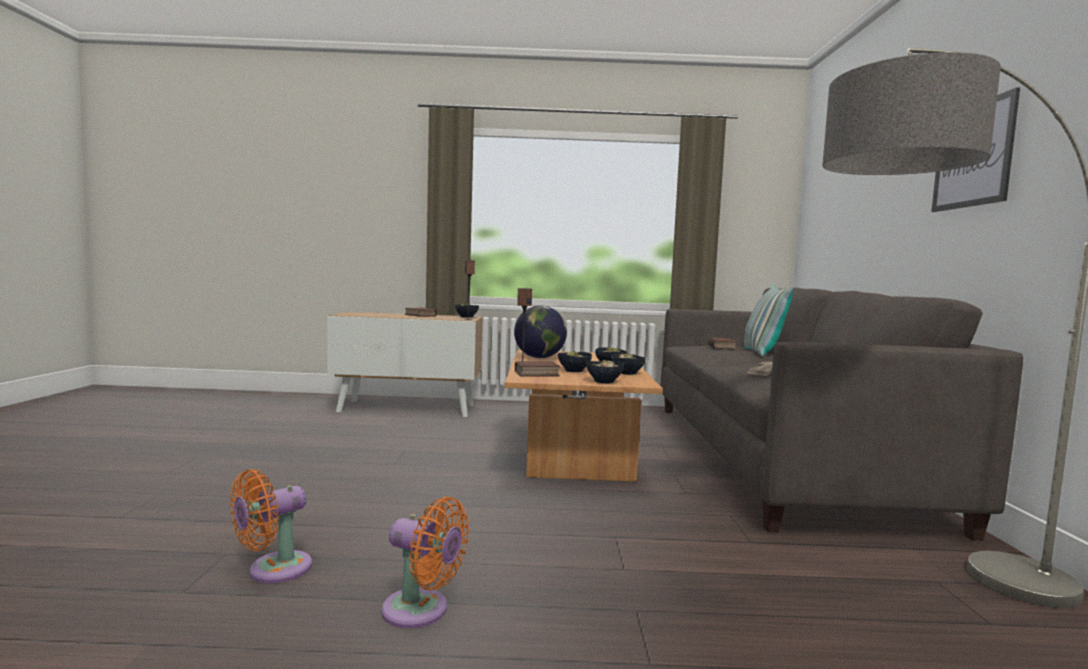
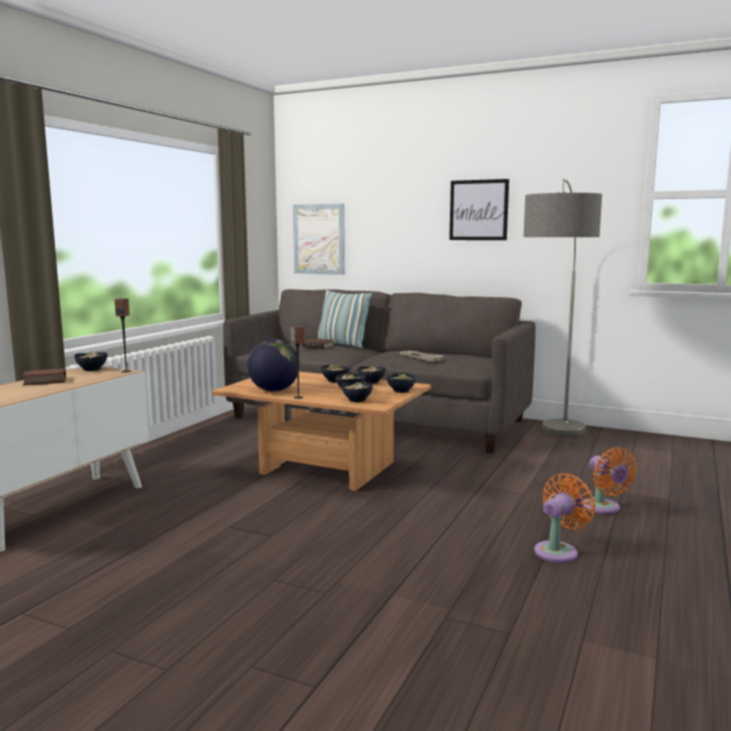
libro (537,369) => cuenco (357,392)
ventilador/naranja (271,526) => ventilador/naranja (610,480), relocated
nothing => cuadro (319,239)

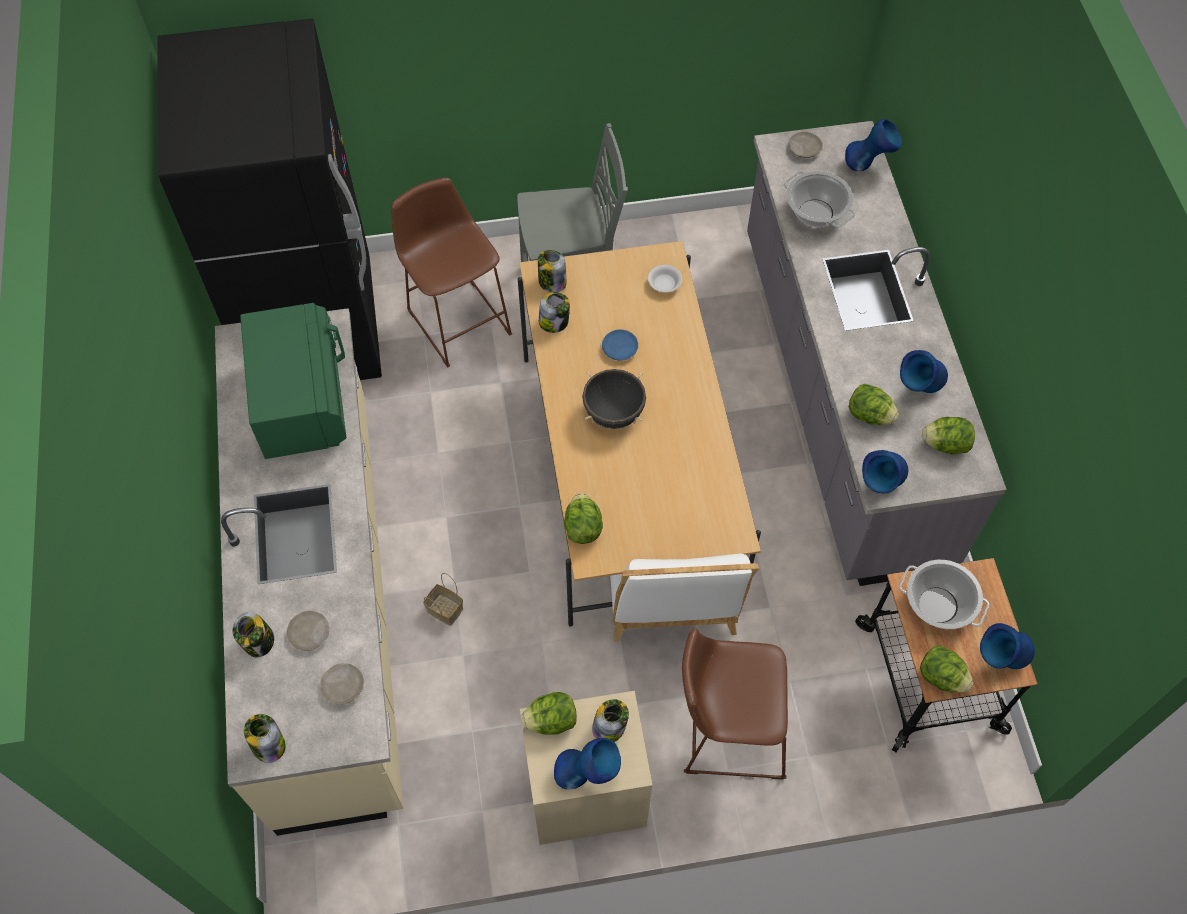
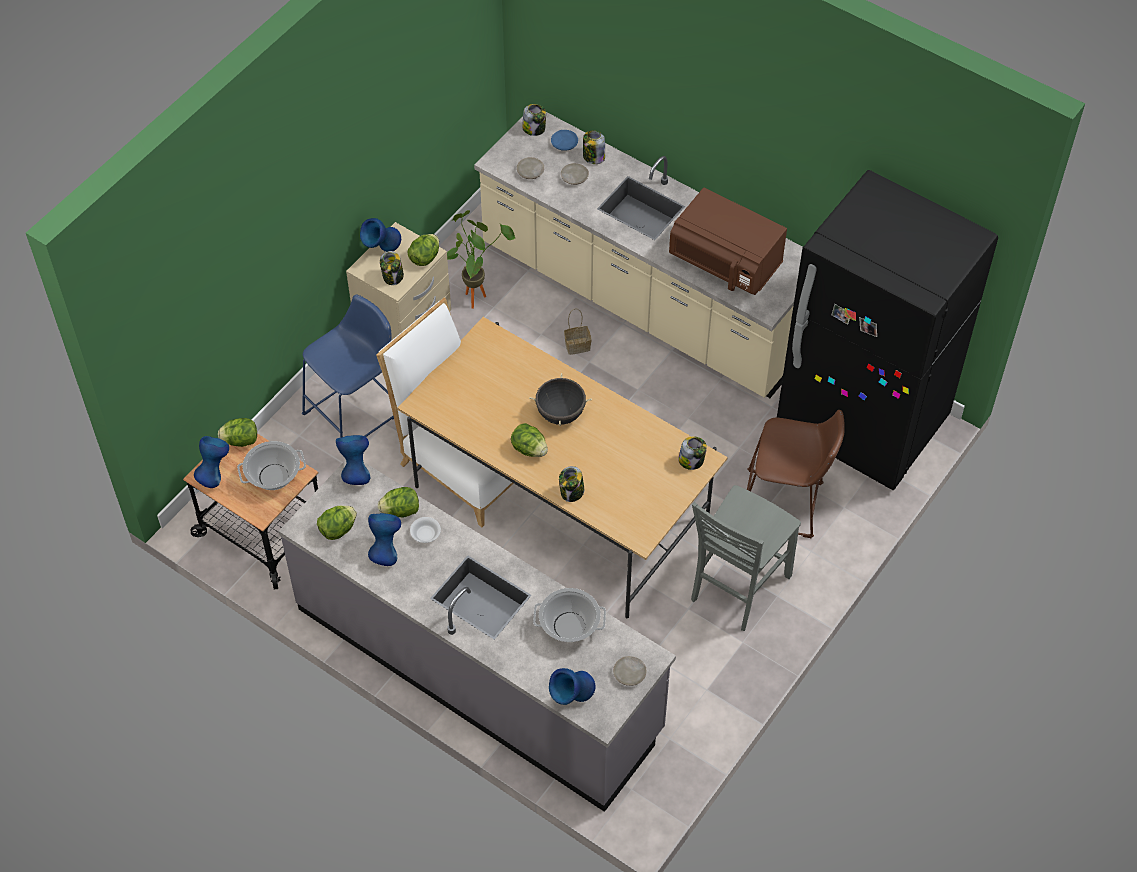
cuenco/blanco (665,278) => cuenco/blanco (425,530), relocated
tarro (554,312) => tarro (571,484), relocated
microondas/verde (293,381) => microondas/marrón (728,241)
plato/azul (620,344) => plato/azul (564,140), relocated
lechuga (583,518) => lechuga (529,440), relocated
taburete/marrón (735,704) => taburete/azul (347,366)
nothing => planta en maceta (481,259)

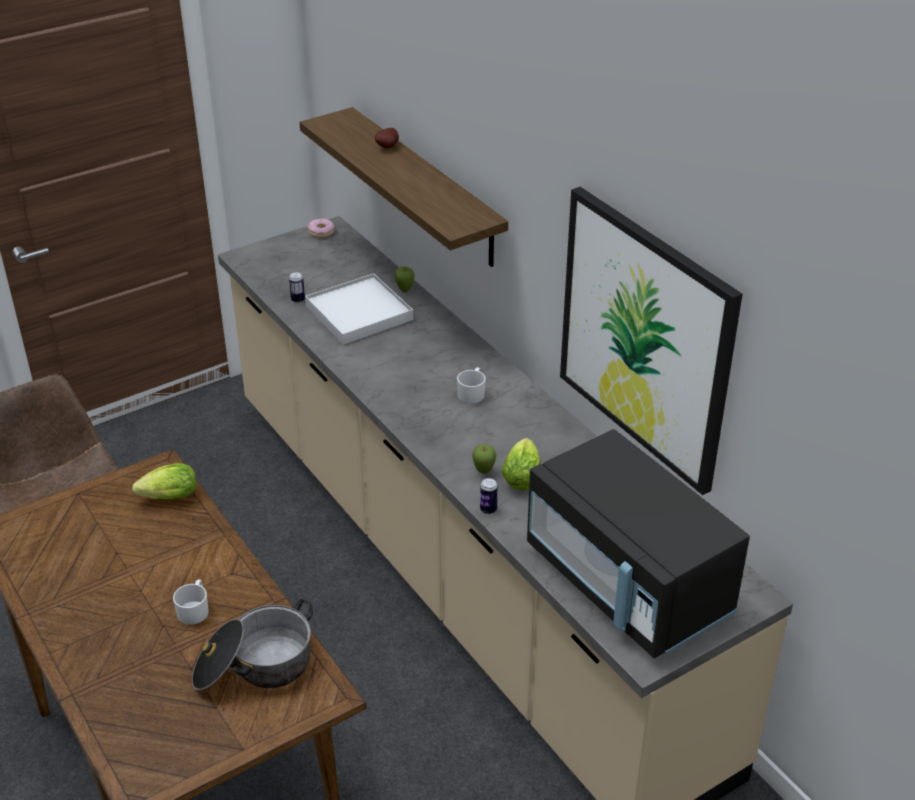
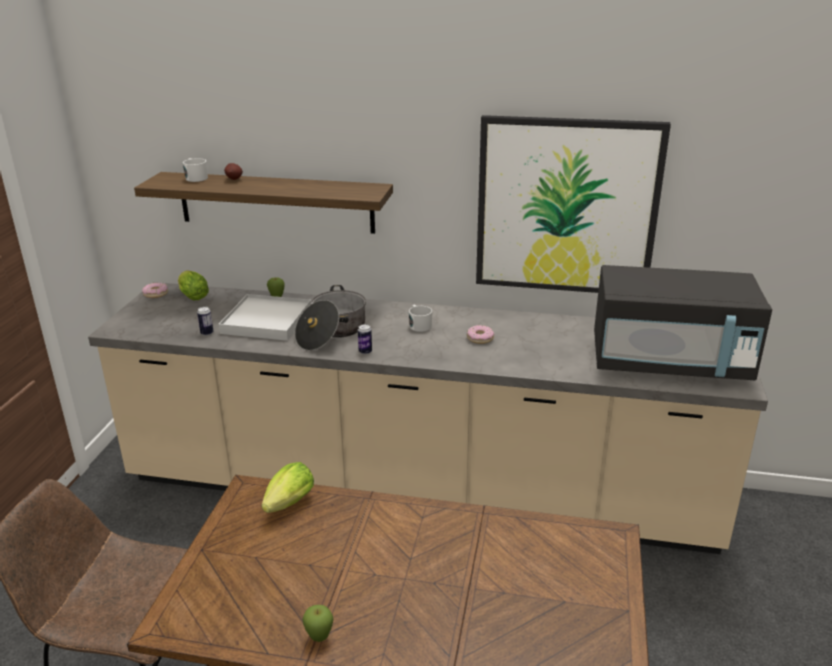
lechuga (521,464) => lechuga (193,285), relocated
manzana (484,459) => manzana (317,623), relocated
lata (489,496) => lata (365,339), relocated
taza grande/blanco (191,602) => taza grande/blanco (195,170), relocated
olla (252,644) => olla (330,318), relocated
nothing => rosquilla (480,334)

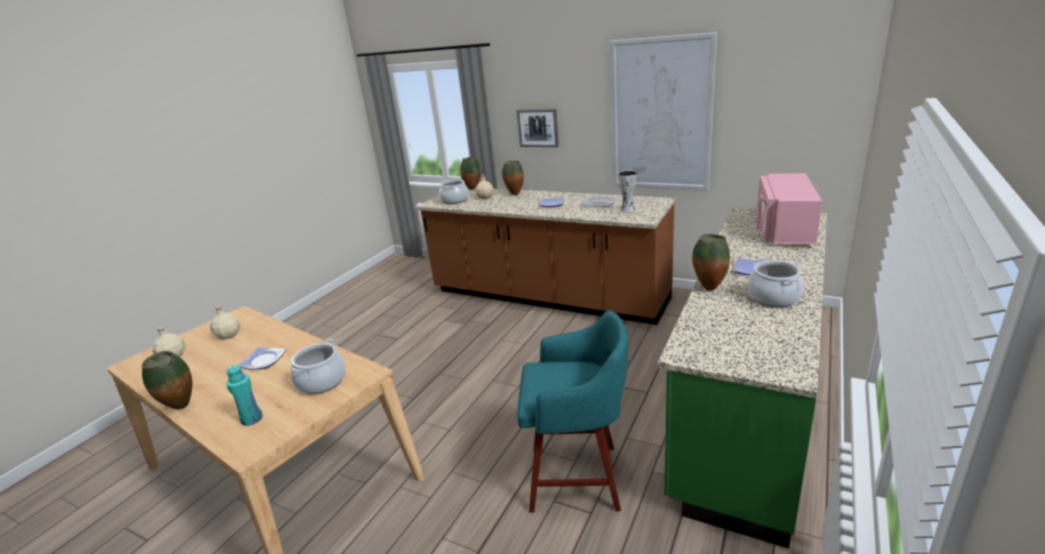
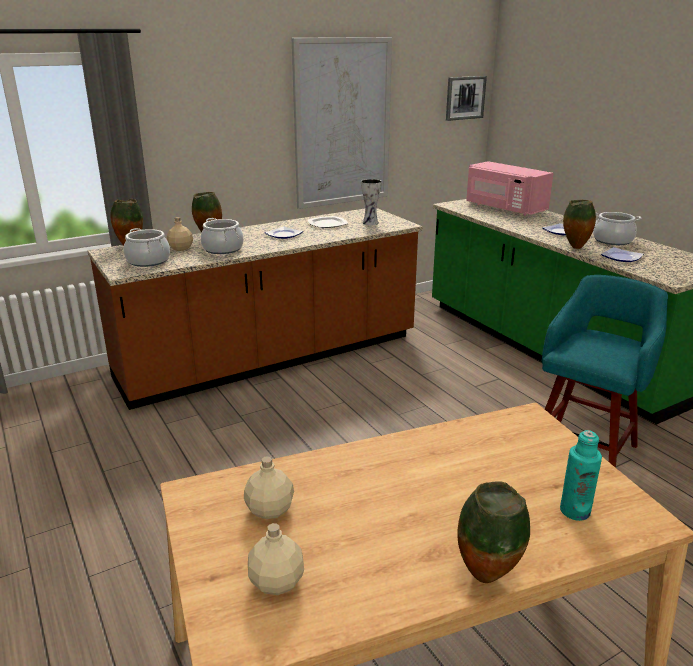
cuadro (538,128) => cuadro (466,98), relocated
olla (318,366) => olla (222,236), relocated
plato (262,358) => plato (622,254), relocated

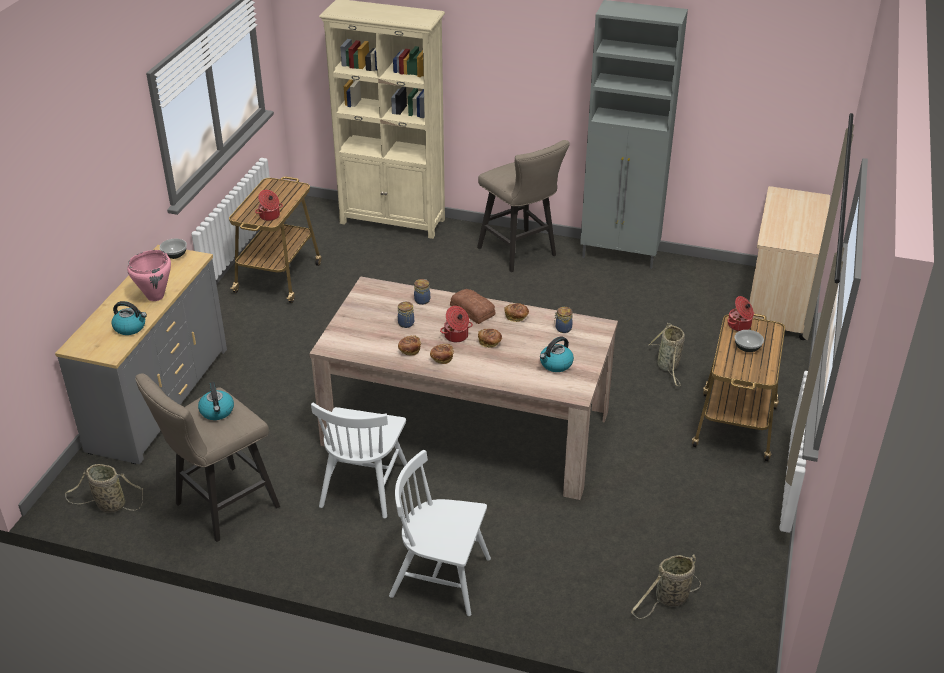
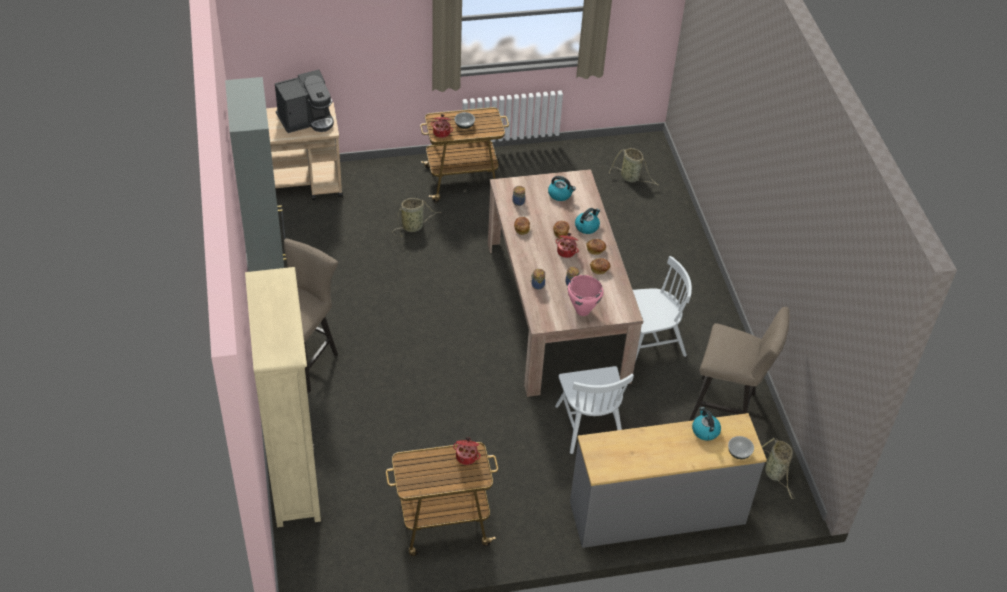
cuenco (173,249) => cuenco (741,447), relocated
olla/rosa (149,275) => olla/rosa (585,295), relocated
pan (473,306) => nothing
hervidor (216,401) => hervidor (587,221), relocated
silla/blanco (440,533) => silla/blanco (594,410), relocated
nothing => cafetera (304,101)

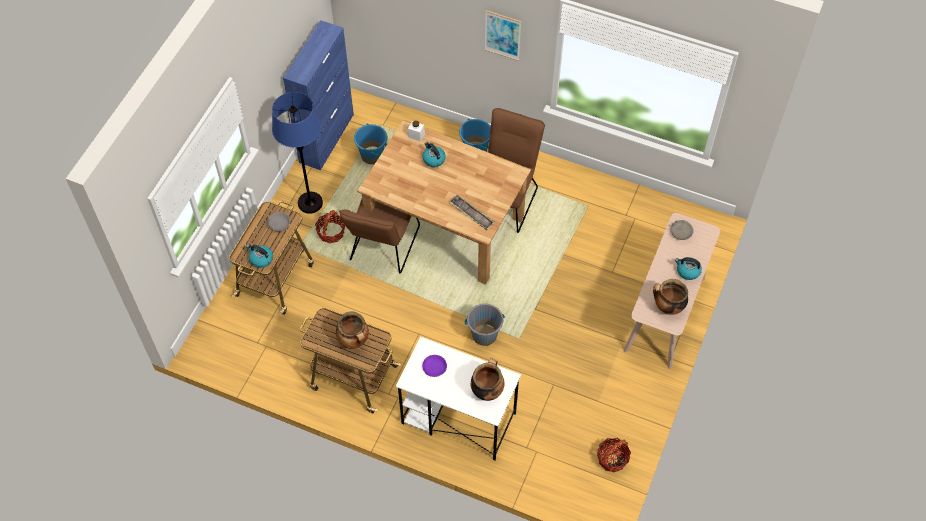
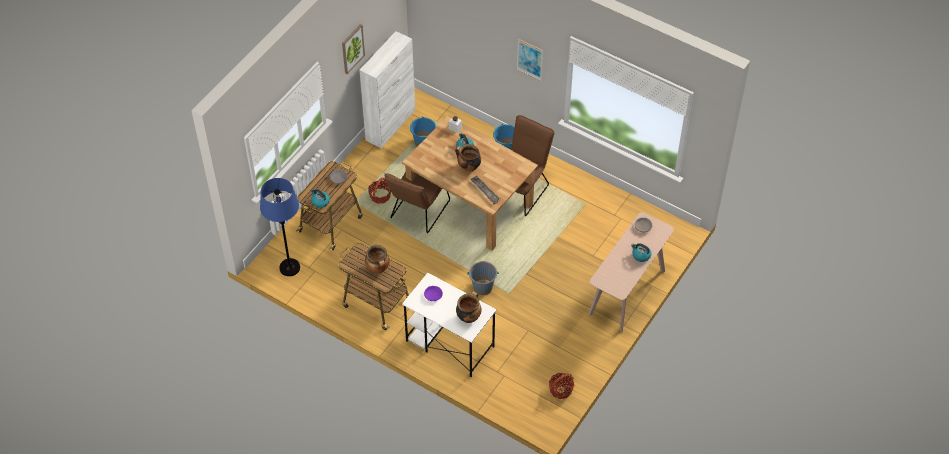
armario/azul (318,95) => armario/blanco (387,89)
lámpara de pie/azul (297,153) => lámpara de pie/azul (280,227), relocated
olla (670,297) => olla (468,158), relocated
nothing => cuadro (353,49)

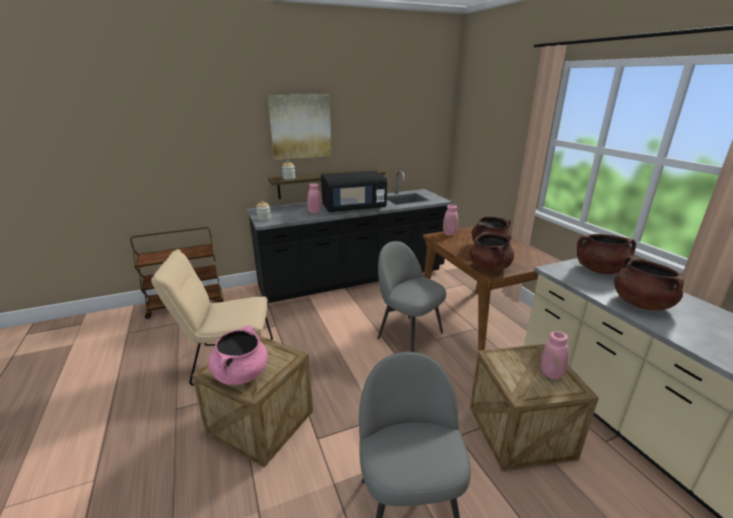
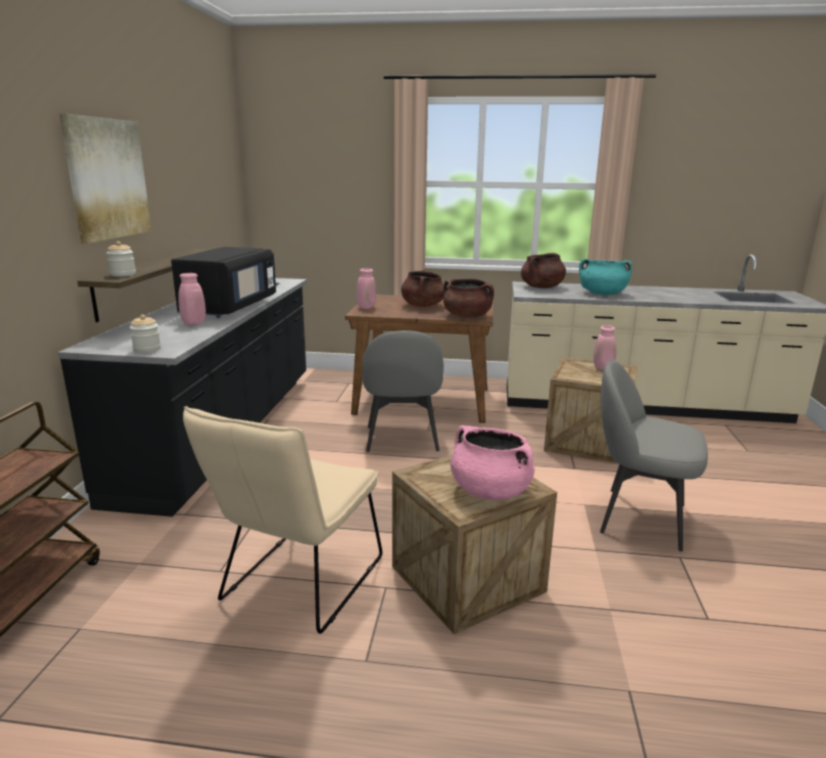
silla/gris (411,296) => silla/gris (403,391), 75 degrees counterclockwise
olla/marrón (649,283) => olla/turquesa (605,277)

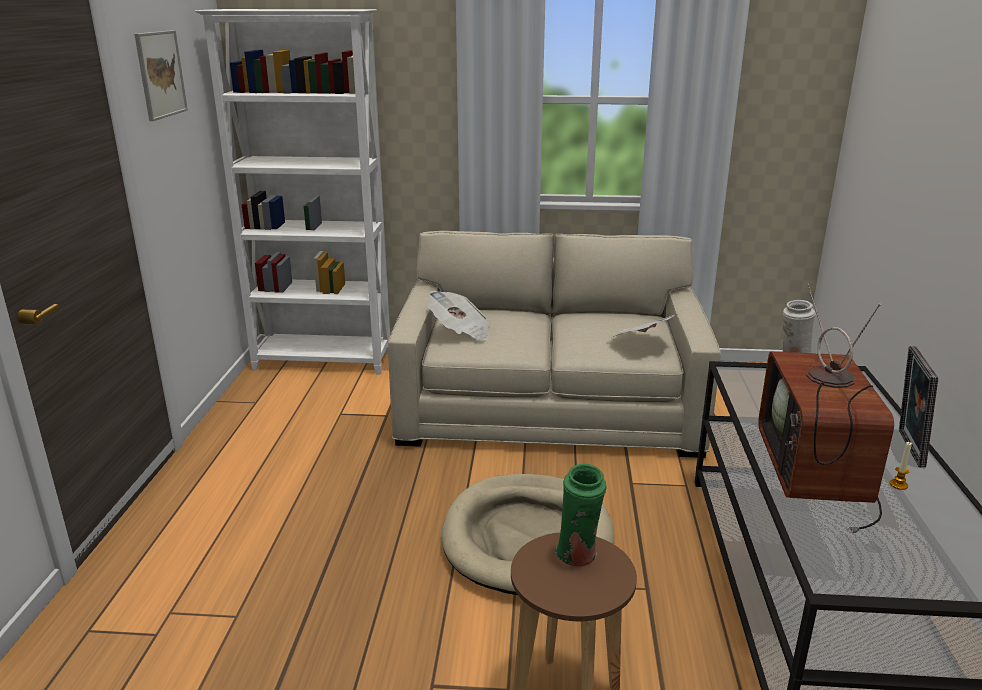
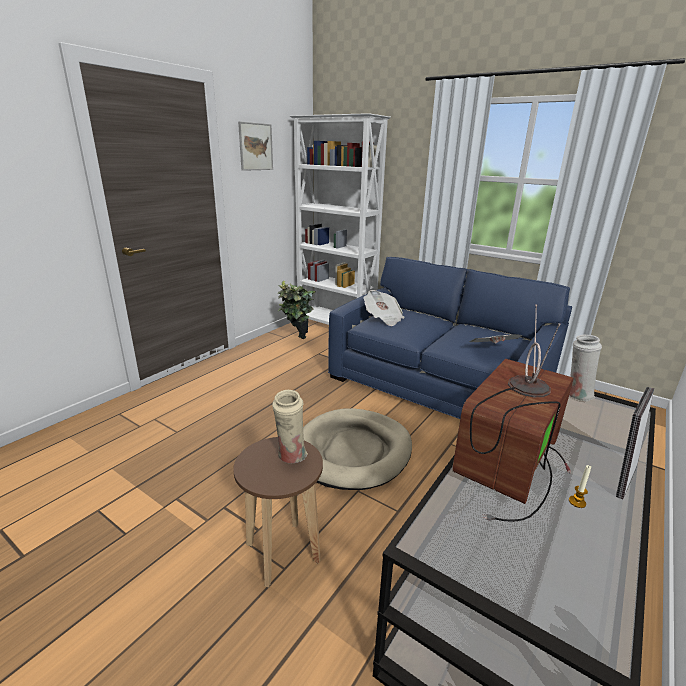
sofá/beis (554,344) => sofá/azul (450,338)
florero/verde (581,515) => florero/beis (290,426)
nothing => planta en maceta (296,310)

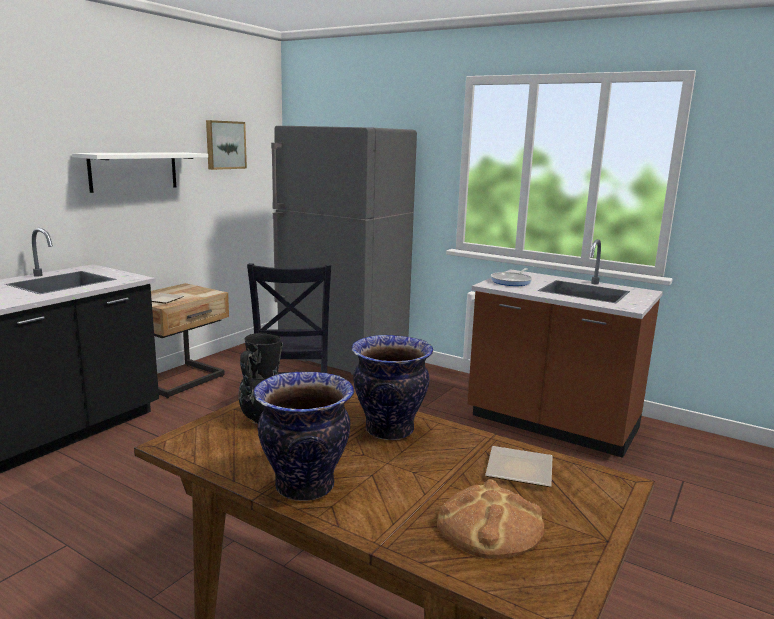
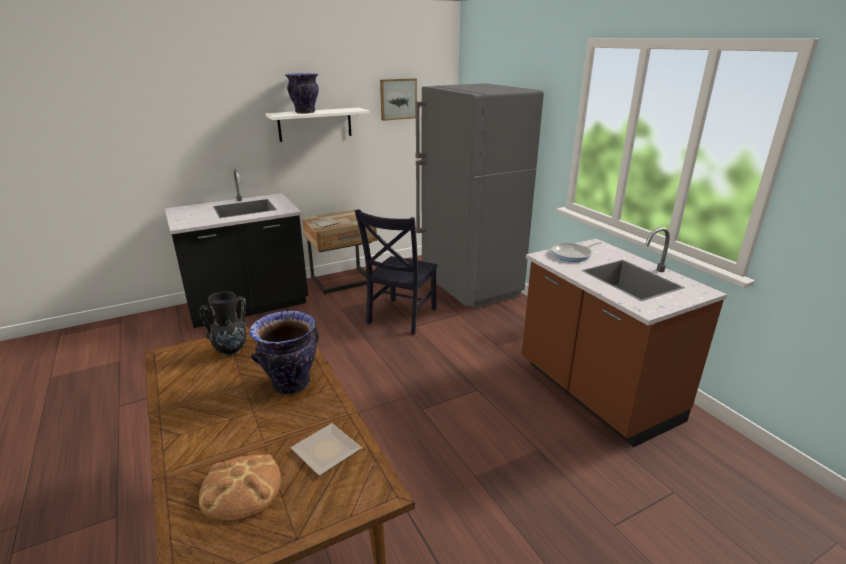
florero (303,436) => florero (302,93), relocated

